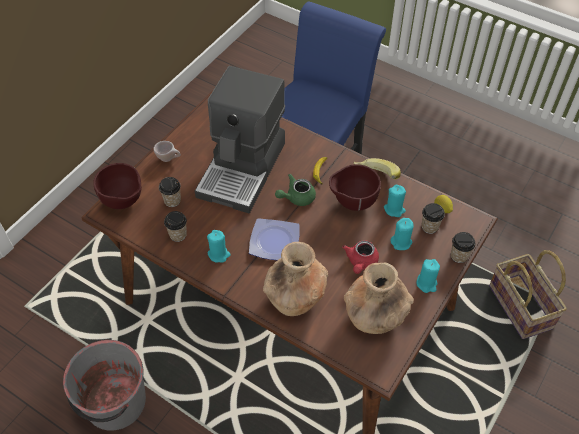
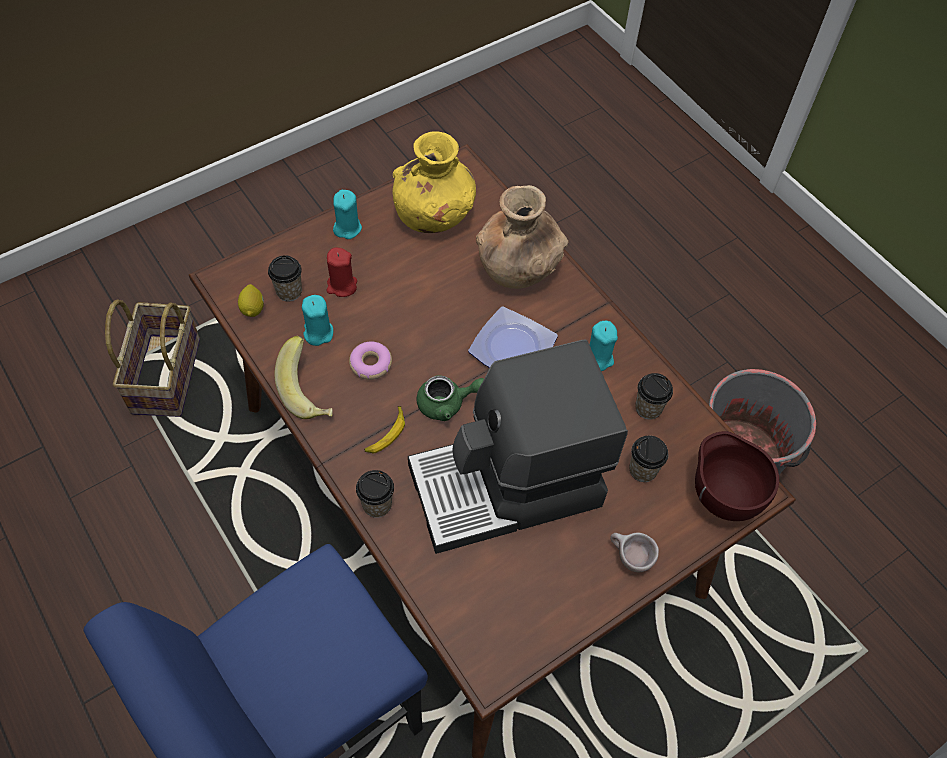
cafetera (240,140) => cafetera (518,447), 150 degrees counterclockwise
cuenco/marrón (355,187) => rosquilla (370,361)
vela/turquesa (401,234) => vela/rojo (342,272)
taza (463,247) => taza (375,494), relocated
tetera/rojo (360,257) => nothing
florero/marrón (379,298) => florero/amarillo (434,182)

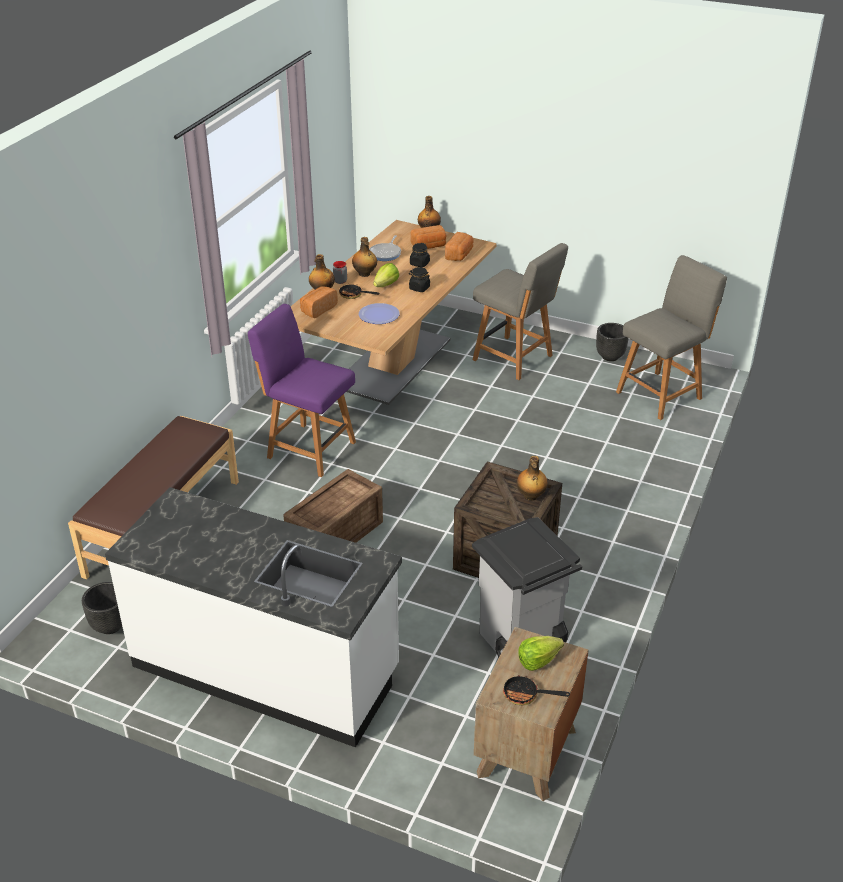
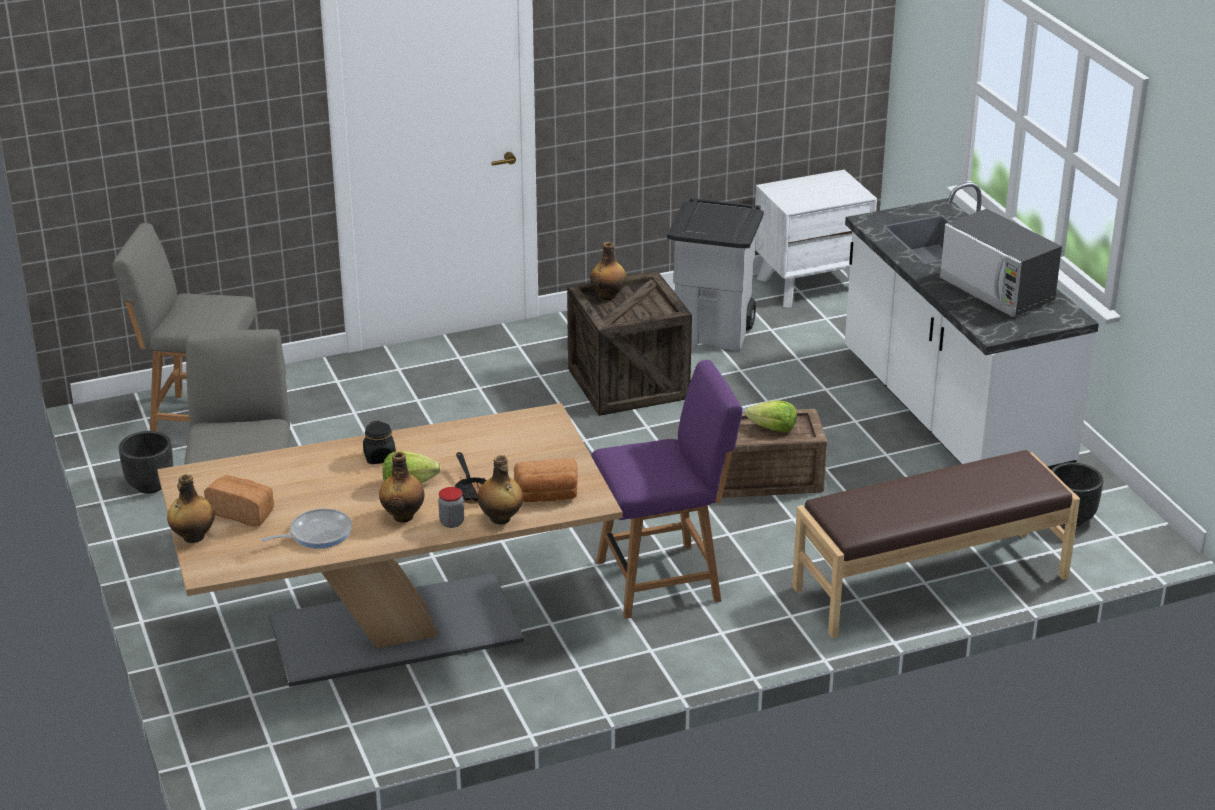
pan (459,246) => nothing
tarro/negro (420,255) => nothing
plato (379,313) => nothing
silla/morado (302,390) => silla/morado (666,489), 90 degrees counterclockwise
mesita de noche/marrón (531,714) => mesita de noche/blanco (816,239)
lechuga (541,653) => lechuga (771,416), relocated
sartén (536,690) => nothing
nothing => microondas (1000,262)

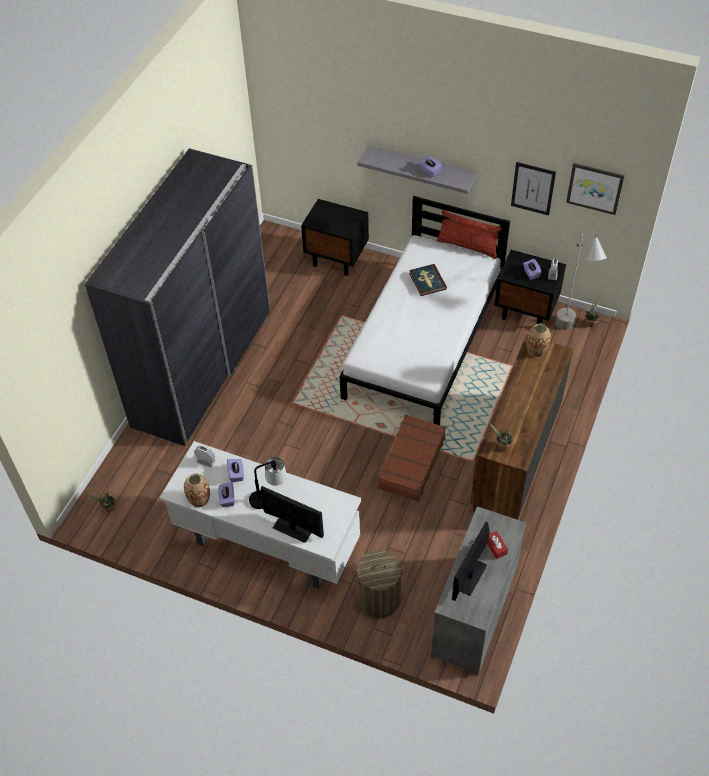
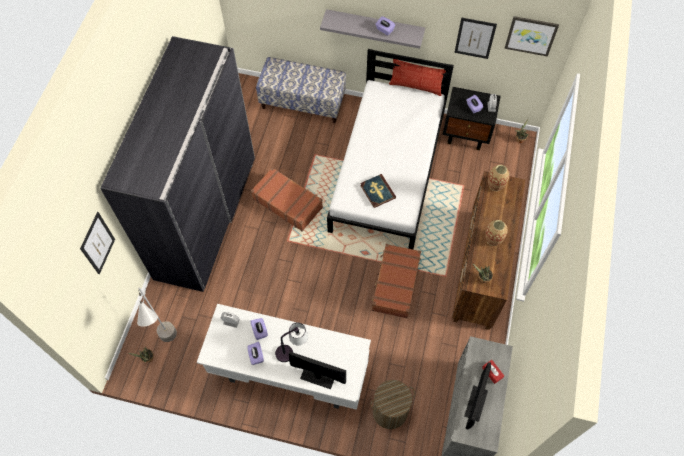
mesita de noche/negro (335,237) => banco (301,90)
lámpara de pie/gris (581,282) => lámpara de pie/gris (157,314), relocated
libro (428,280) => libro (378,191), relocated
florero (197,491) => florero (496,233), relocated
nothing => maleta/marrón (287,200)
nothing => cuadro (97,243)

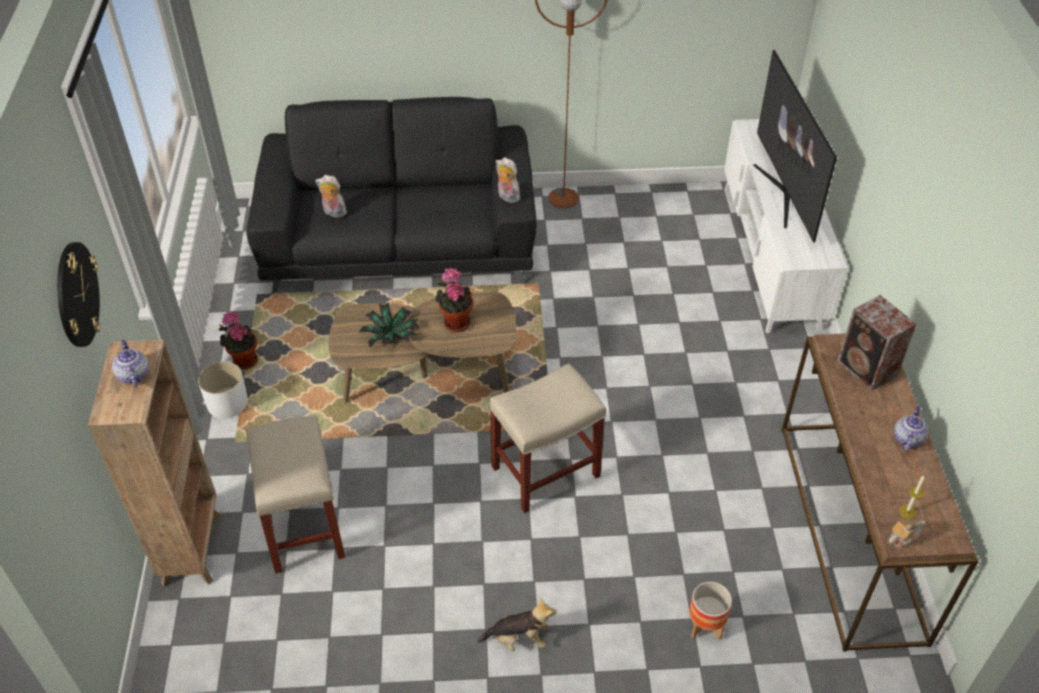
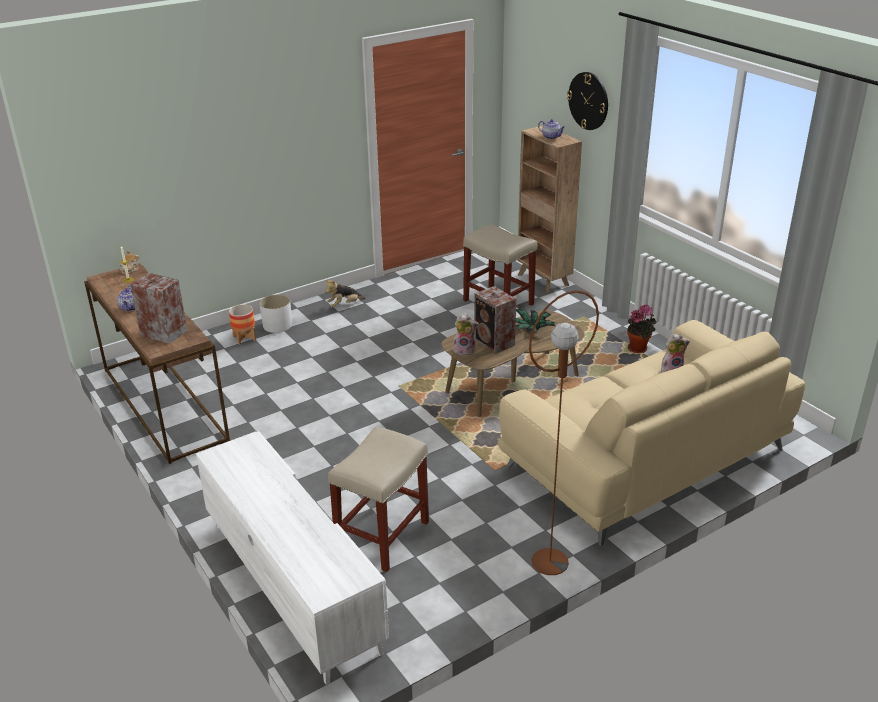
televisor (795,146) => nothing
sofá/negro (391,195) => sofá/beis (651,433)
peluche (507,180) => peluche (466,335), relocated
planta en maceta (454,300) => altavoz (495,319)
maceta/blanco (223,390) => maceta/blanco (275,314), relocated
taburete/beis (547,438) => taburete/beis (378,499), relocated

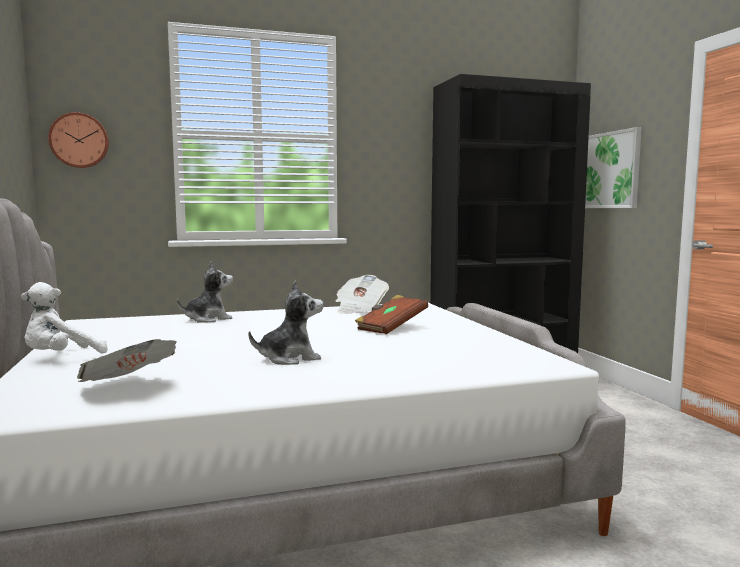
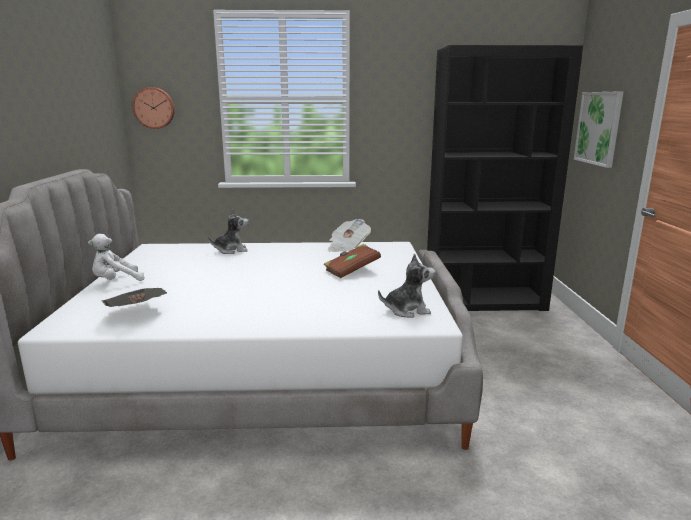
peluche (286,323) => peluche (407,286), relocated

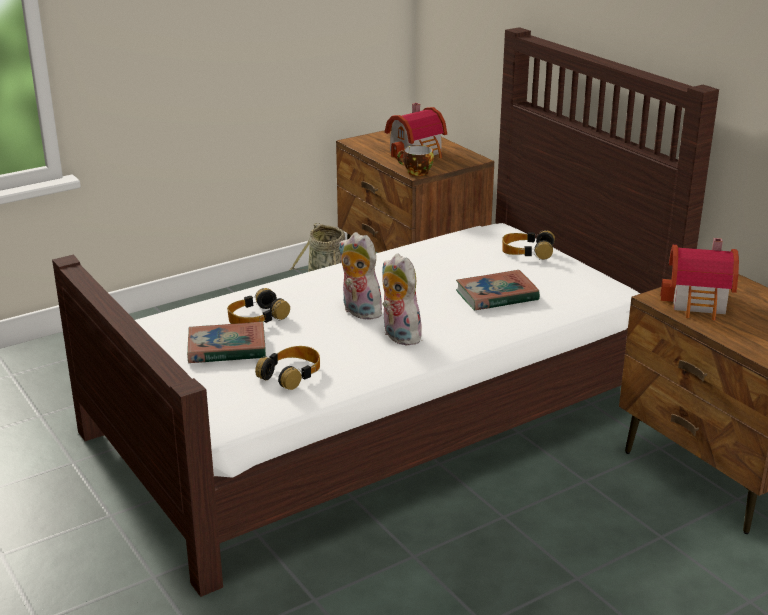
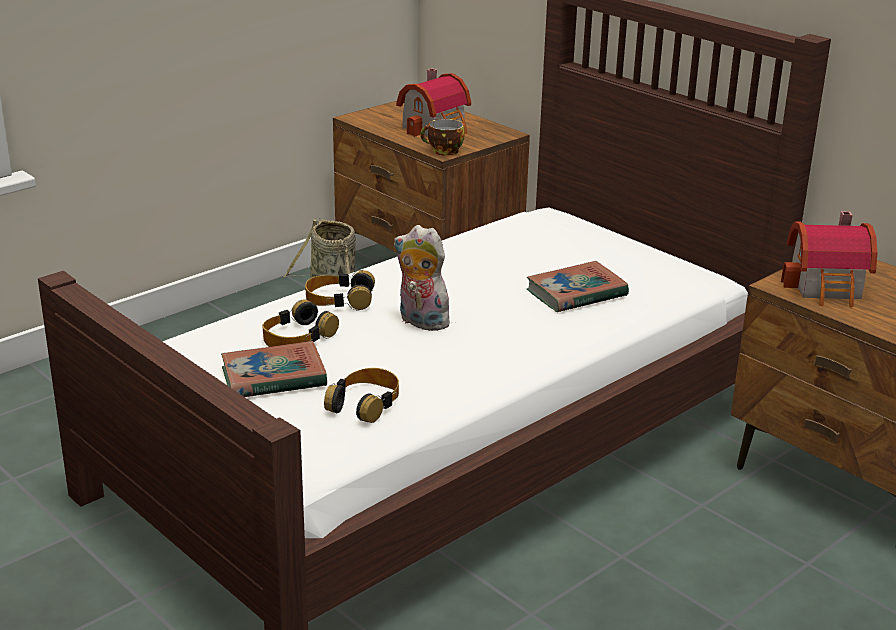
auriculares (528,245) => auriculares (340,290), relocated
peluche (403,299) => nothing

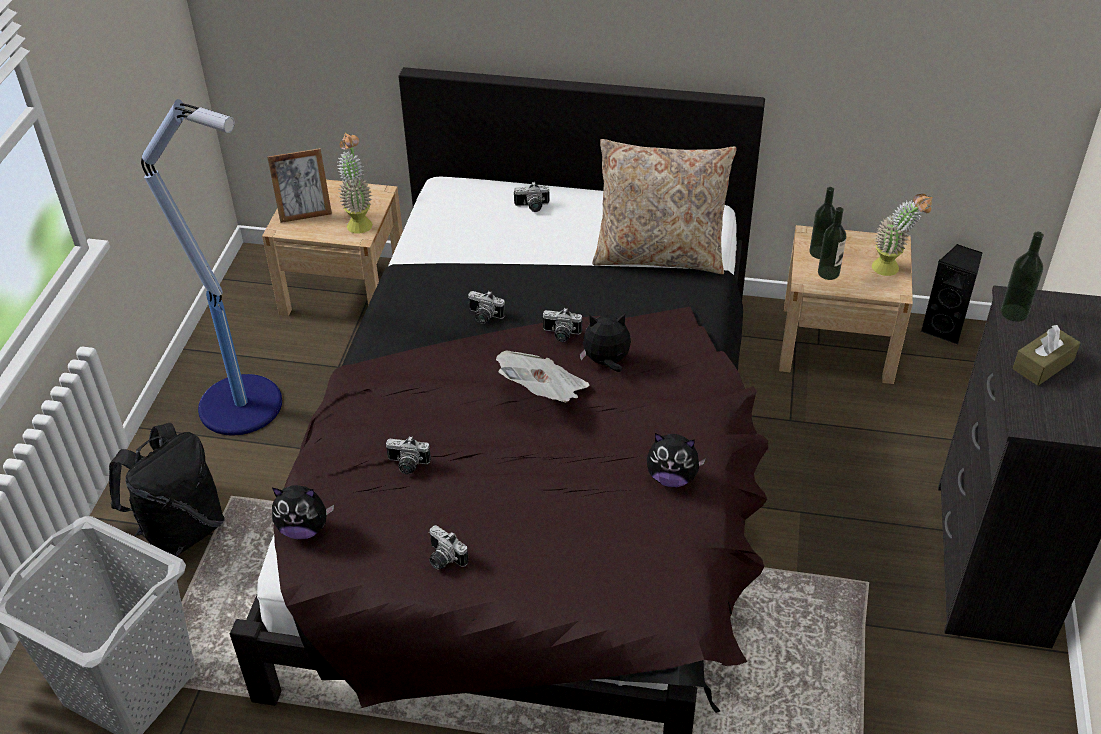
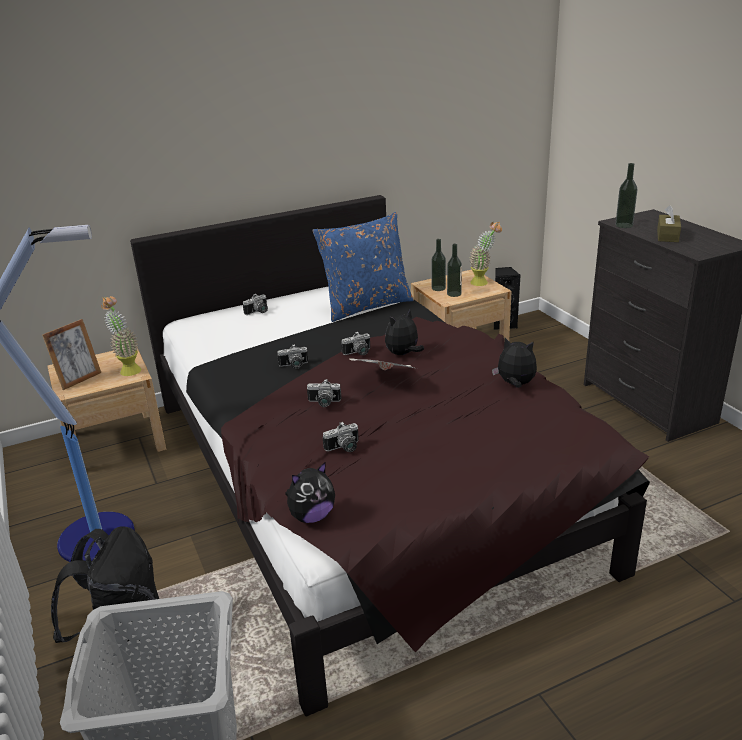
cojín/beis (664,206) => cojín/azul (363,267)
peluche (676,460) => peluche (514,363), 135 degrees counterclockwise
cámara (449,547) => cámara (324,393), relocated

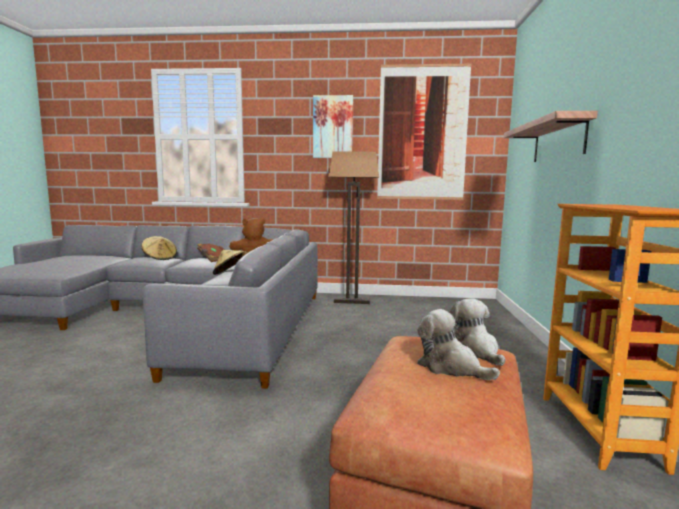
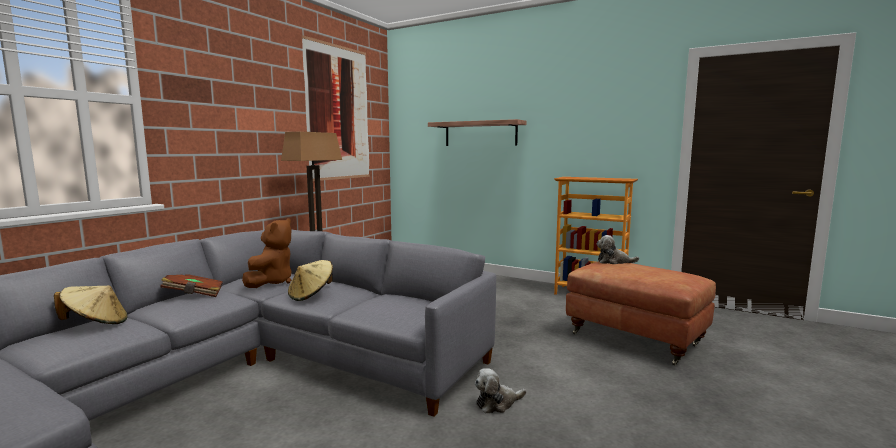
cuadro (333,126) => nothing
peluche (458,344) => peluche (500,390), relocated

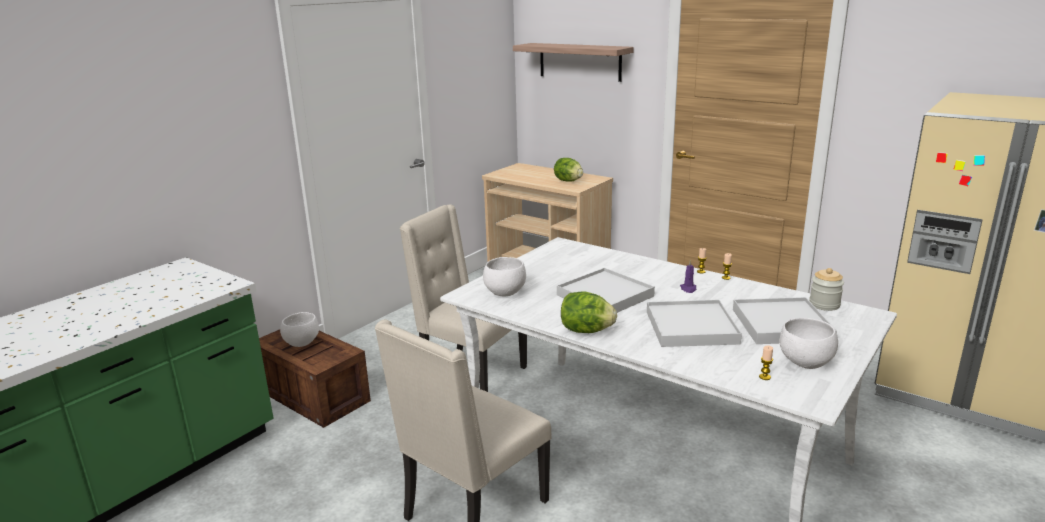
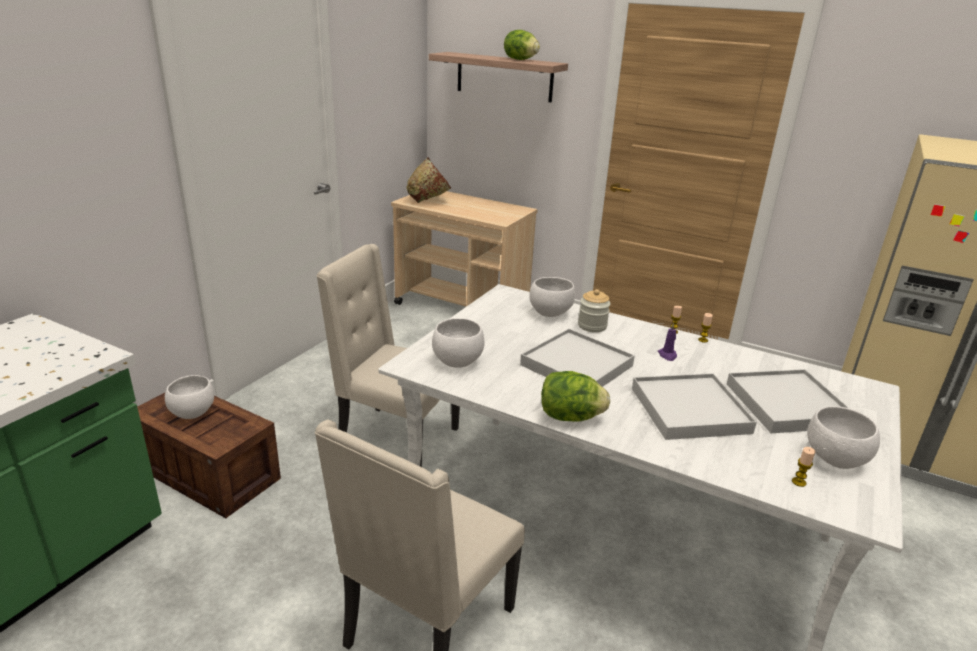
lechuga (568,170) => lechuga (522,45), relocated
tarro (826,289) => tarro (594,310), relocated
nothing => cuenco/marrón (428,180)
nothing => cuenco/blanco (552,297)

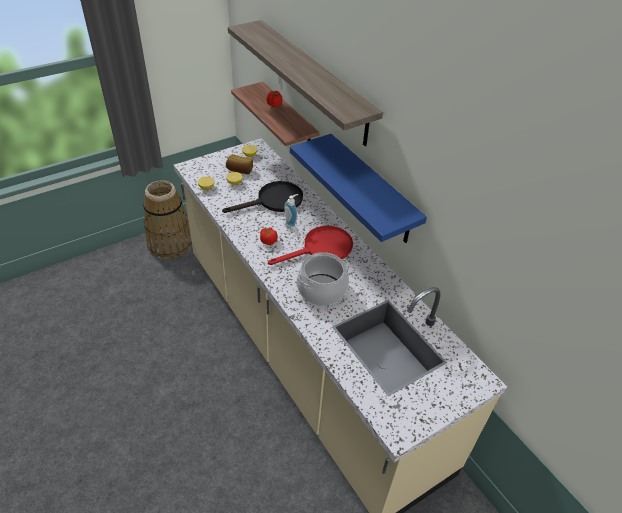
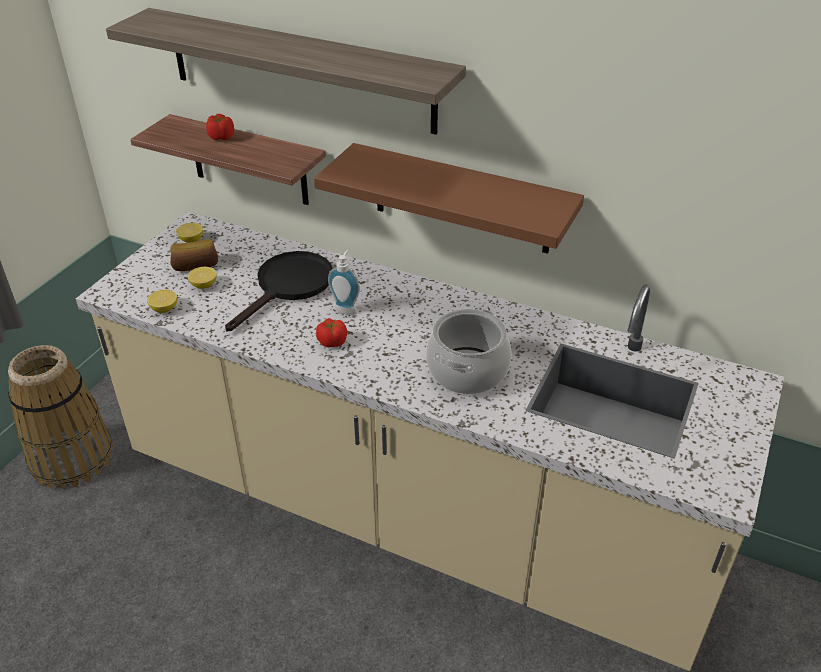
estante/azul (358,188) => estante/marrón (449,198)
sartén/rojo (310,245) => nothing

